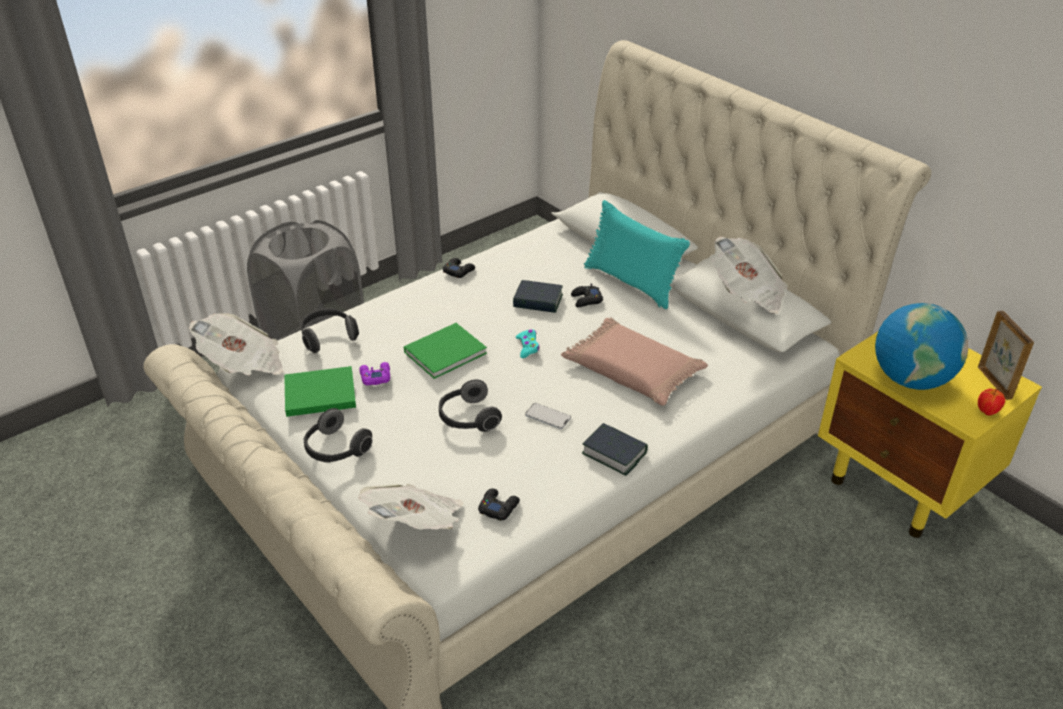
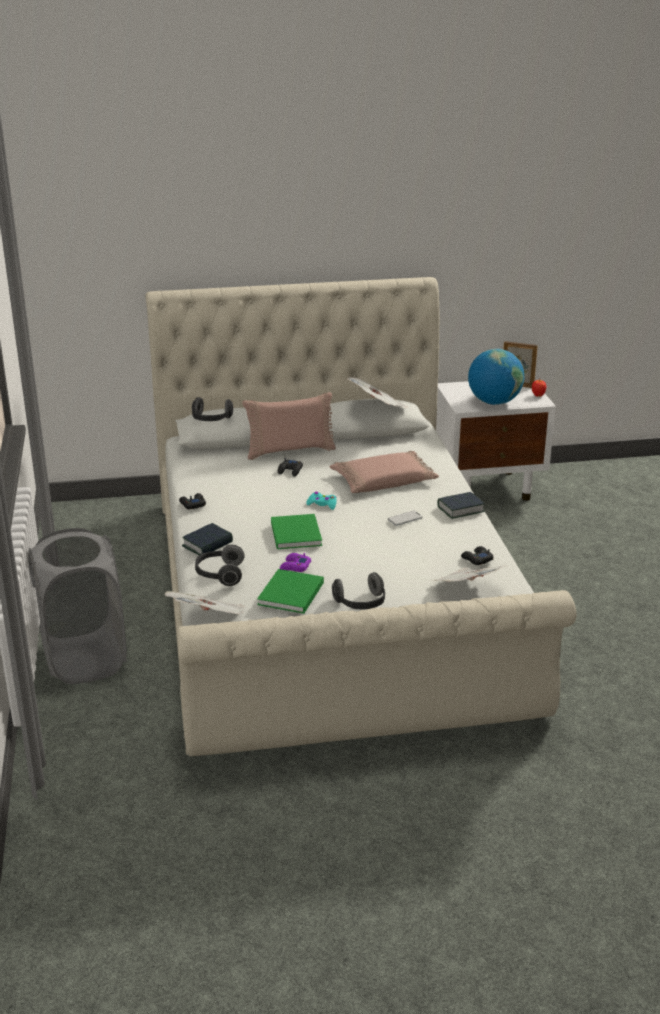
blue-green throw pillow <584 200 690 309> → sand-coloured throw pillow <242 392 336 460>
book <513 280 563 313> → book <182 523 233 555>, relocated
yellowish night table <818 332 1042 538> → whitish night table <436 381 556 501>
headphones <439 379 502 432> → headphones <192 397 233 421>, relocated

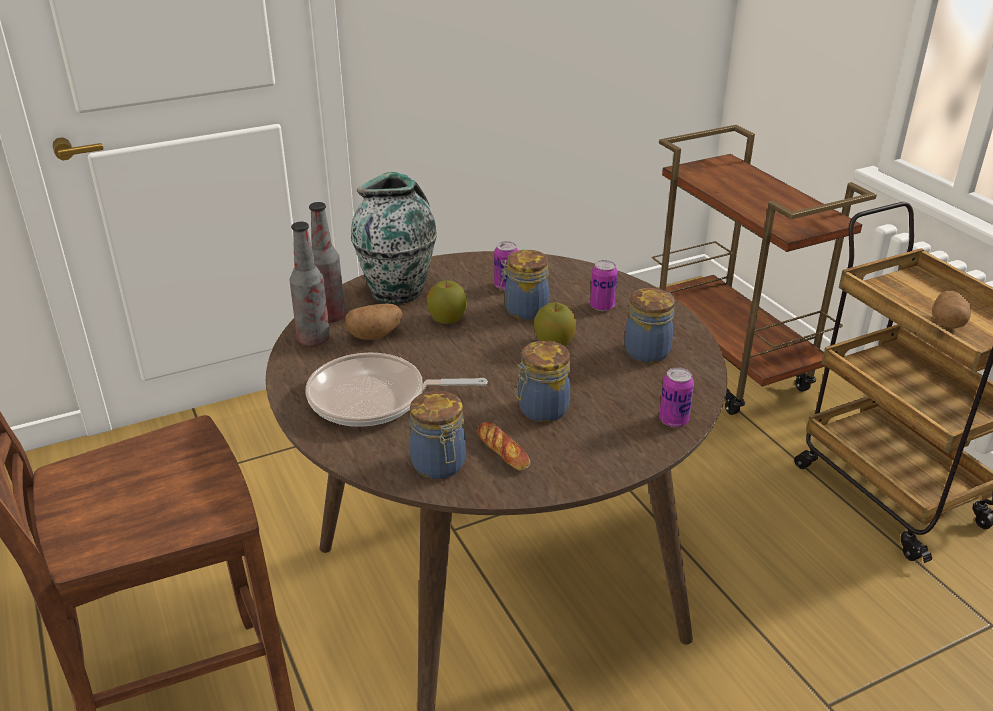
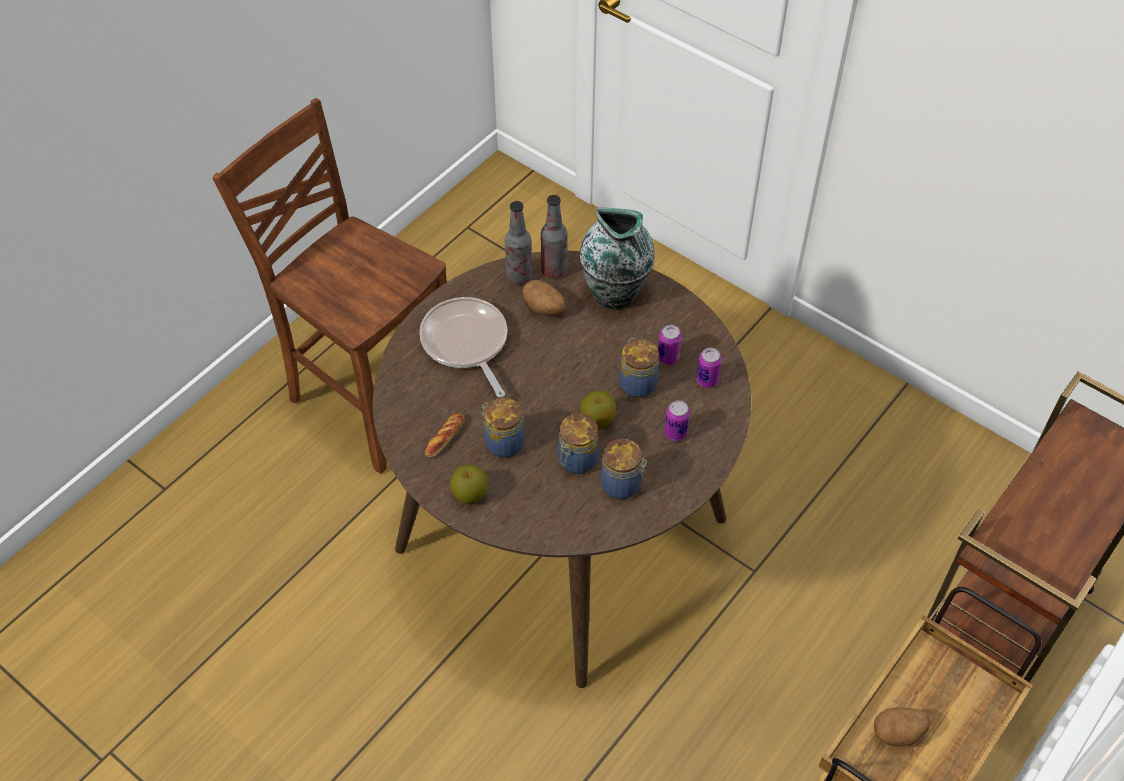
apple fruit <427 281 467 324> → apple fruit <450 464 488 504>, relocated
sealed can <659 367 694 427> → sealed can <696 348 722 388>, relocated
preserve jar <409 391 466 479> → preserve jar <558 414 599 474>, relocated

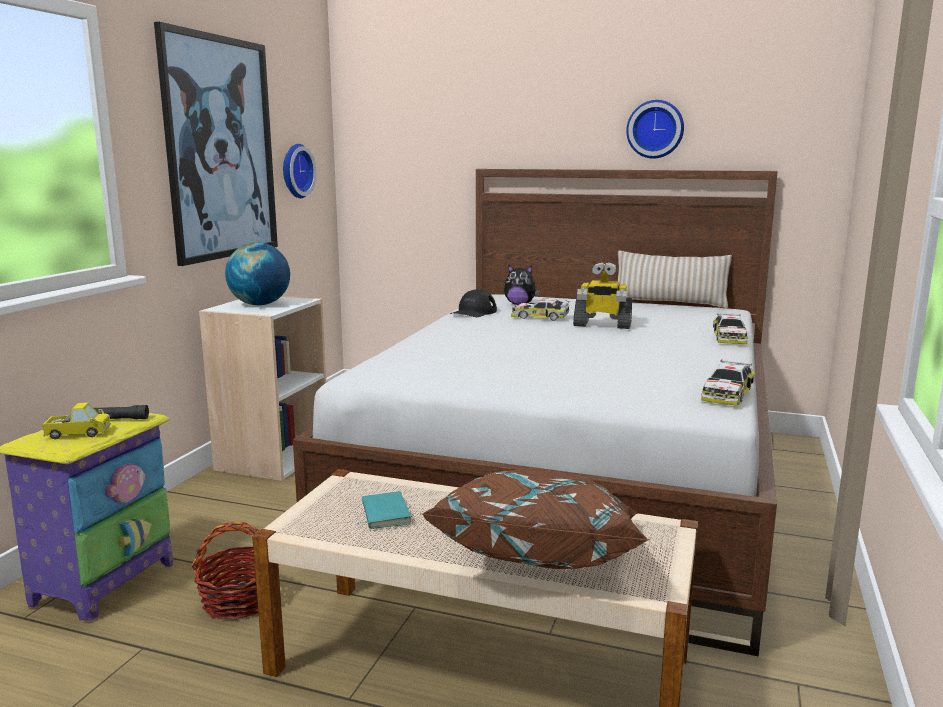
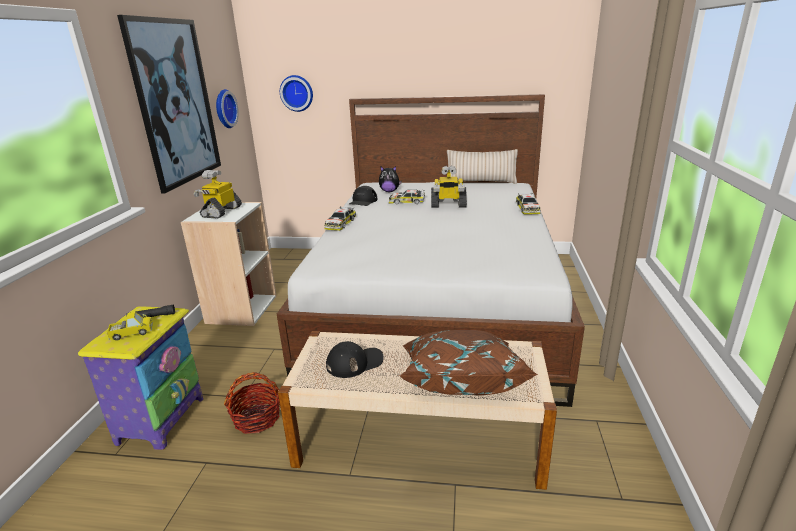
wall clock <626 100 684 159> → wall clock <280 75 313 112>, relocated
globe <225 242 290 305> → model robot <193 170 242 219>
model car <701 360 755 406> → model car <324 207 356 231>, relocated
blue-green book <355 491 411 529> → blackish cap <326 341 384 378>

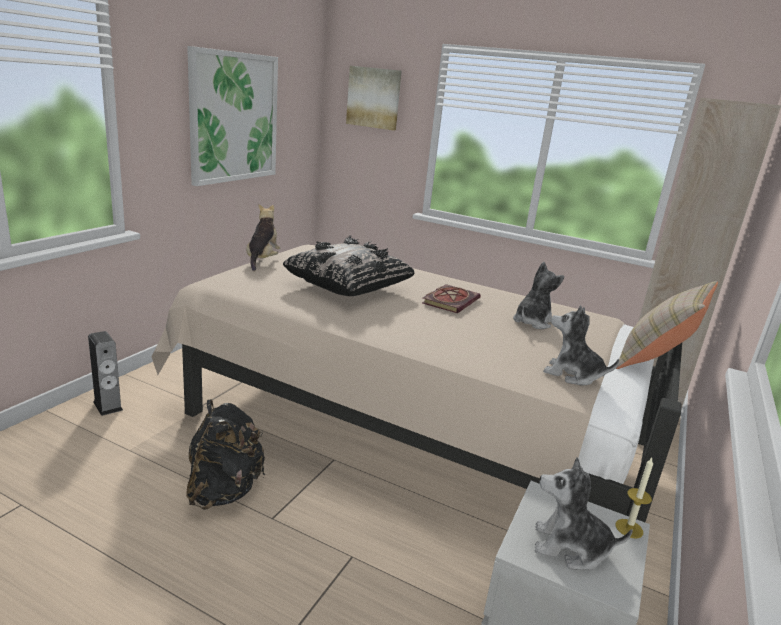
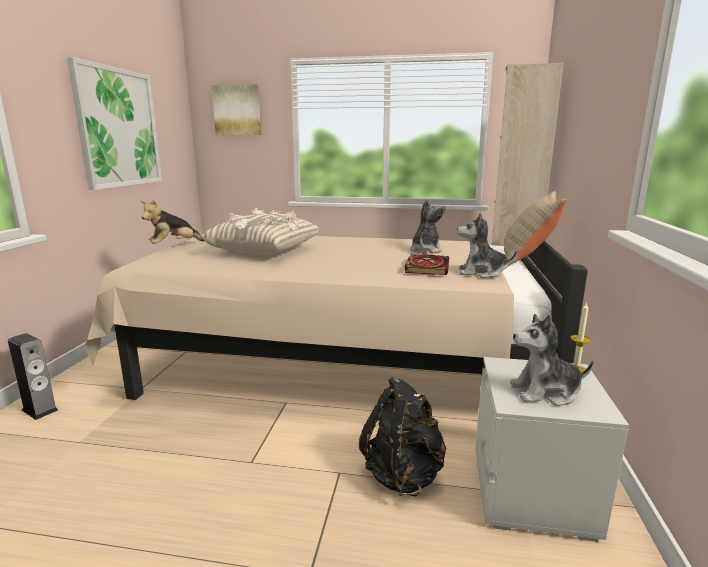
cuddly toy <246 204 281 271> → cuddly toy <141 199 204 244>, 120 degrees counterclockwise
blackish throw pillow <283 236 415 296> → sand-coloured throw pillow <202 209 319 255>
book <422 284 481 313> → book <405 254 449 275>, relocated
blackish backpack <186 399 265 510> → blackish backpack <359 377 446 496>, relocated

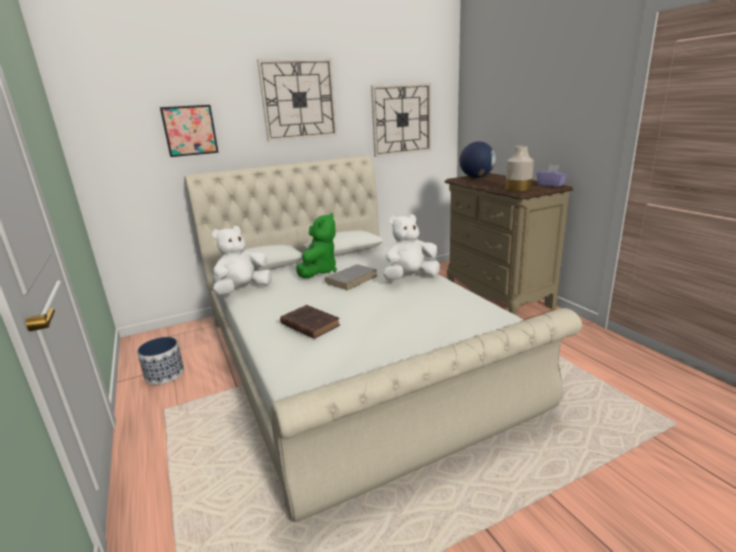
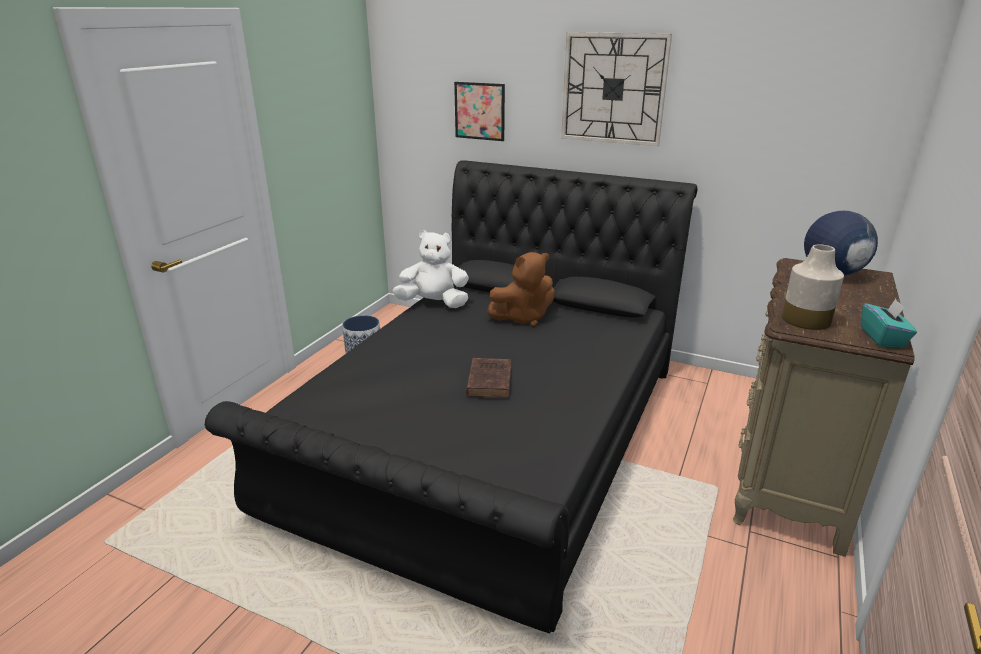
wall clock <371 83 431 157> → -
sand-coloured sleeping bed <184 155 582 523> → blackish sleeping bed <205 160 697 633>
purple box of tissues <537 165 568 187> → blue-green box of tissues <862 299 917 347>
green cuddly toy <296 213 337 278> → brown-coloured cuddly toy <487 252 555 327>
whitish cuddly toy <383 214 440 280> → -
gray book <324 264 377 290> → -
brown-coloured book <280 305 340 339> → brown-coloured book <466 358 511 398>, relocated

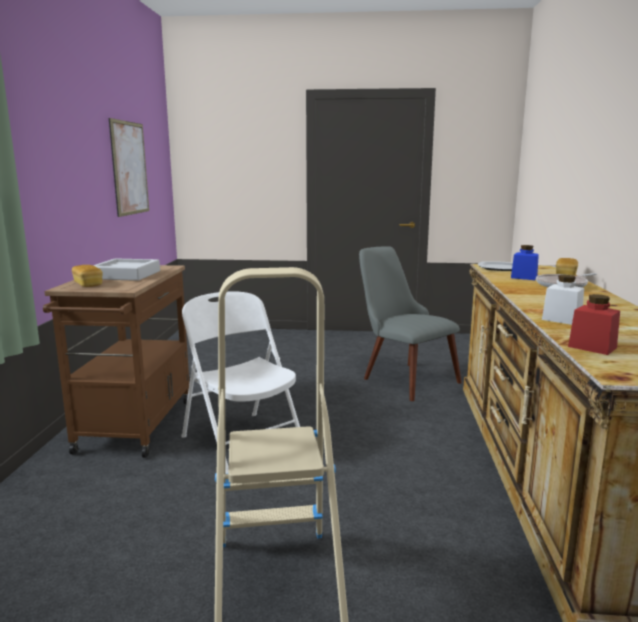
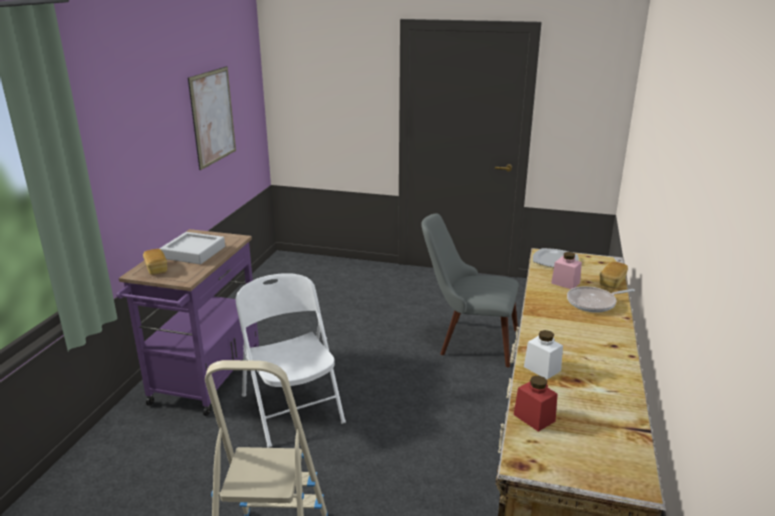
bluish preserve jar <511 245 539 280> → pink-coloured preserve jar <551 252 582 289>
gray upright chair <359 246 462 401> → gray upright chair <421 213 519 367>, 45 degrees counterclockwise
brown-coloured cart <43 265 189 458> → purple cart <117 229 259 416>

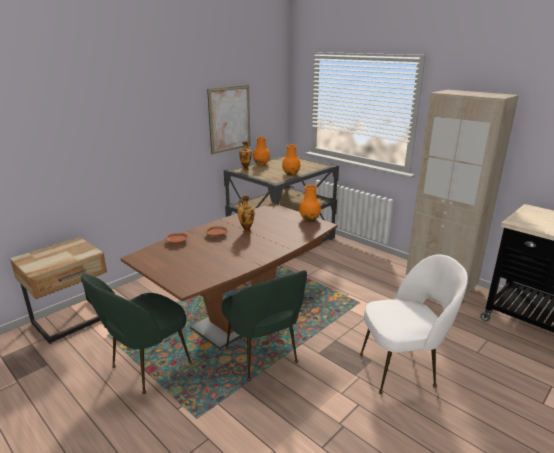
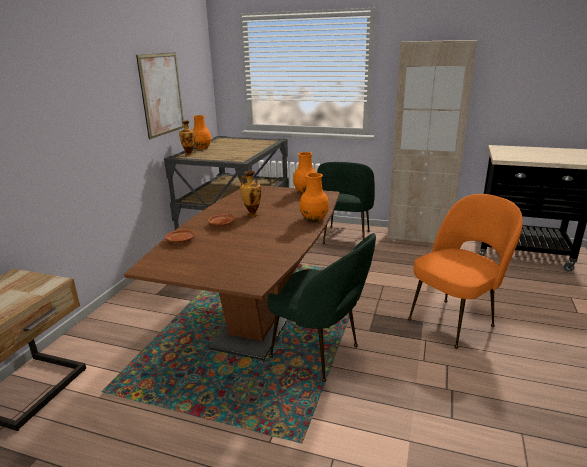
orange decorative vase <282 145 300 175> → orange decorative vase <300 173 329 222>, relocated
whitish upright chair <360 254 468 394> → orange upright chair <408 194 523 349>
green upright chair <81 274 192 394> → green upright chair <317 162 375 244>, relocated

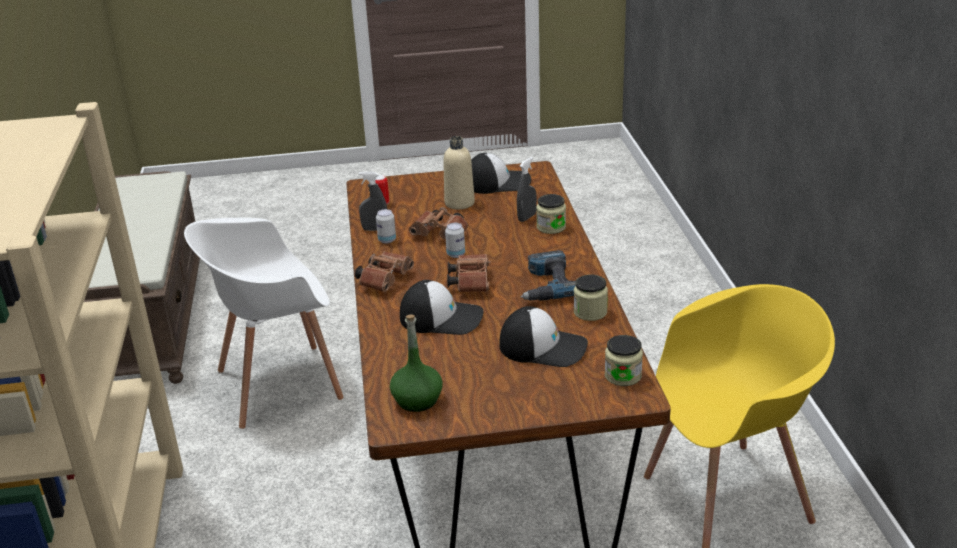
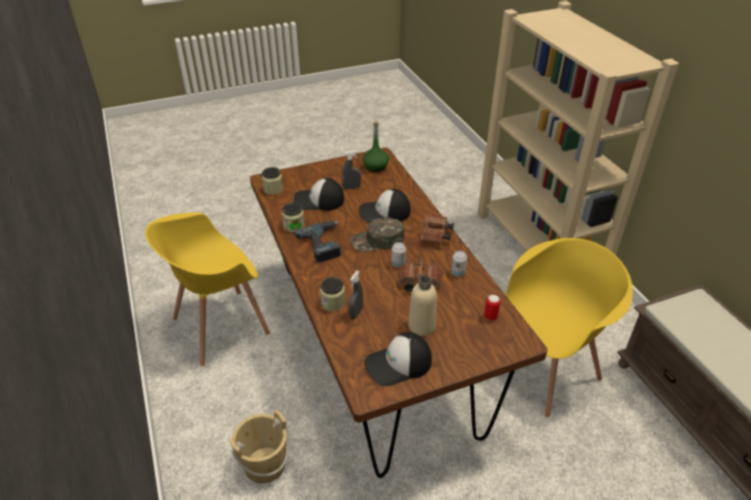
gray hand sprayer <359 172 387 231> → gray hand sprayer <342 150 361 190>, relocated
whitish upright chair <184 218 344 429> → yellowish upright chair <506 238 633 417>
brown-coloured pair of binoculars <447 254 490 292> → green cap <350 217 404 252>
- → sand-coloured pail <229 410 289 484>

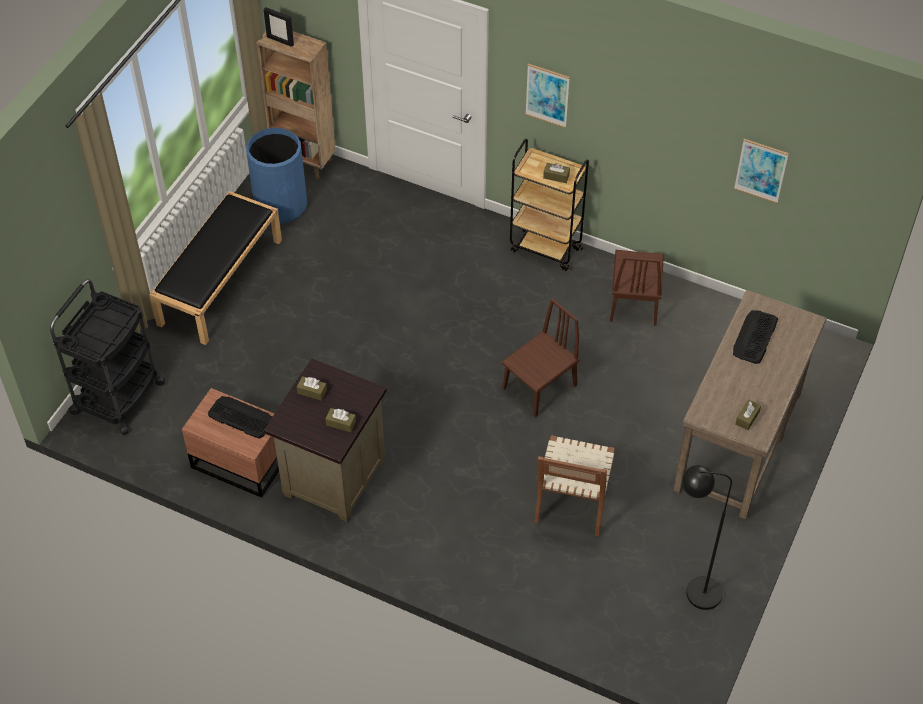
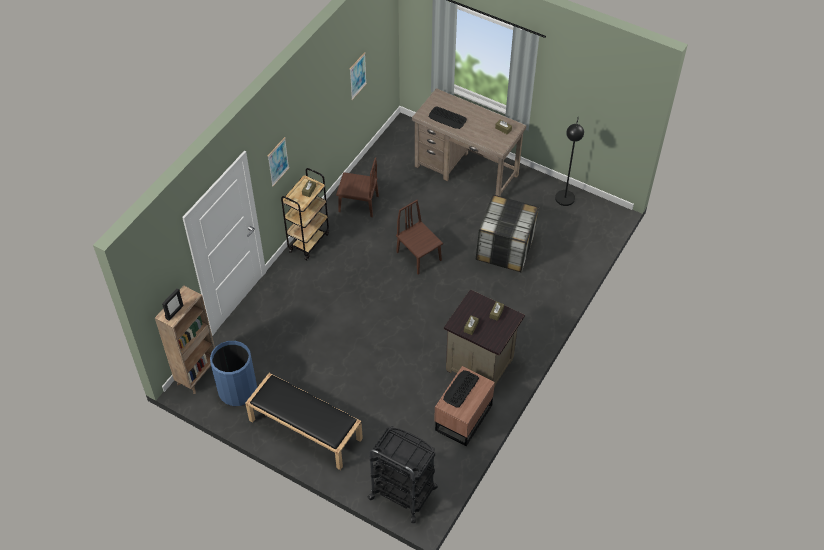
upright chair <534 435 615 536> → storage container <475 195 539 273>

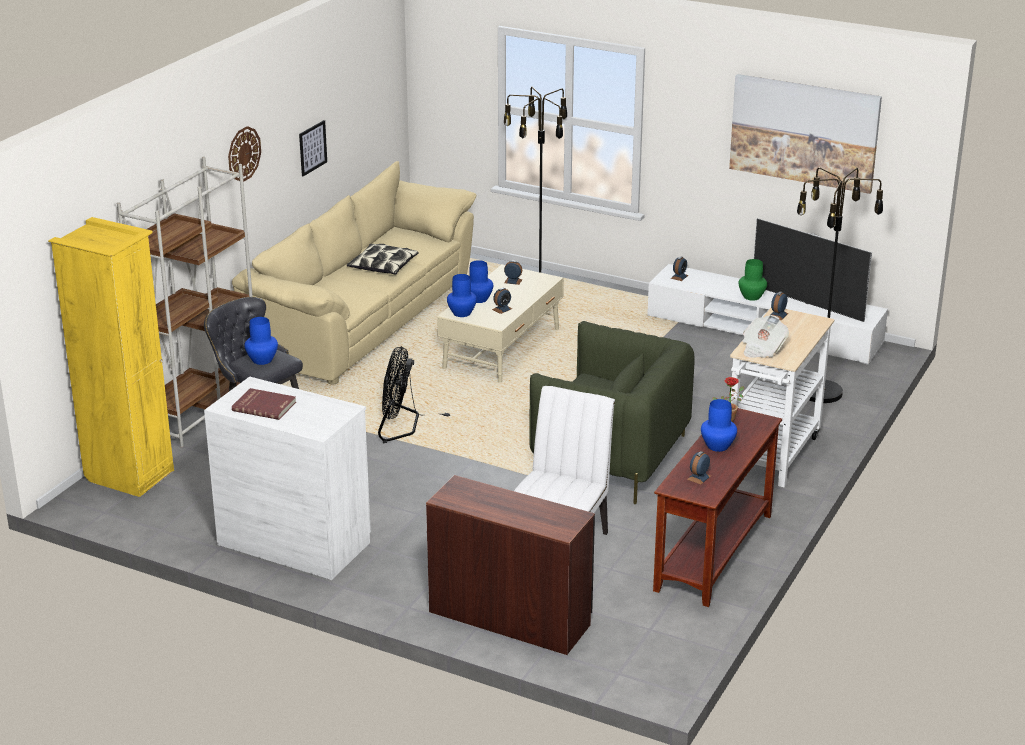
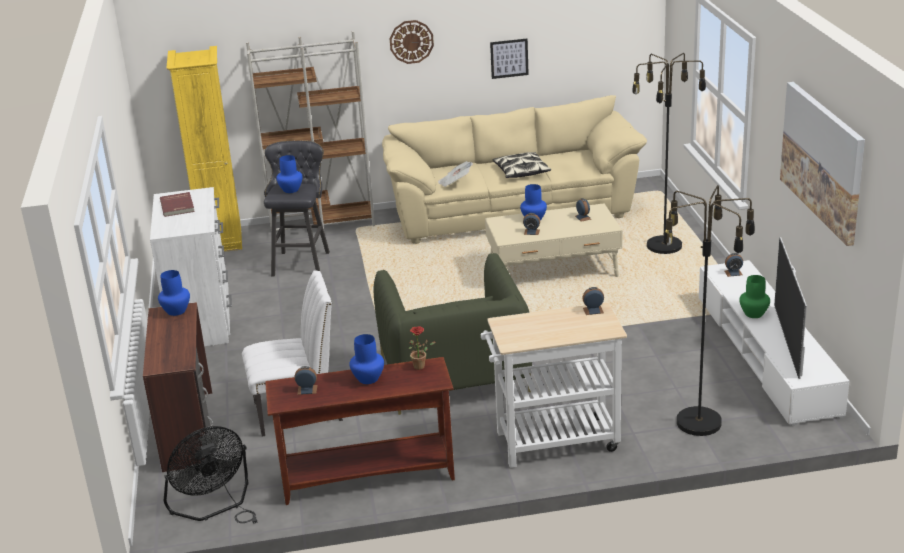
bluish decorative vase <447 274 477 317> → bluish decorative vase <158 270 190 316>, relocated
newspaper <742 315 789 358> → newspaper <438 161 473 187>, relocated
blackish fan <378 346 450 443> → blackish fan <164 426 257 524>, relocated

